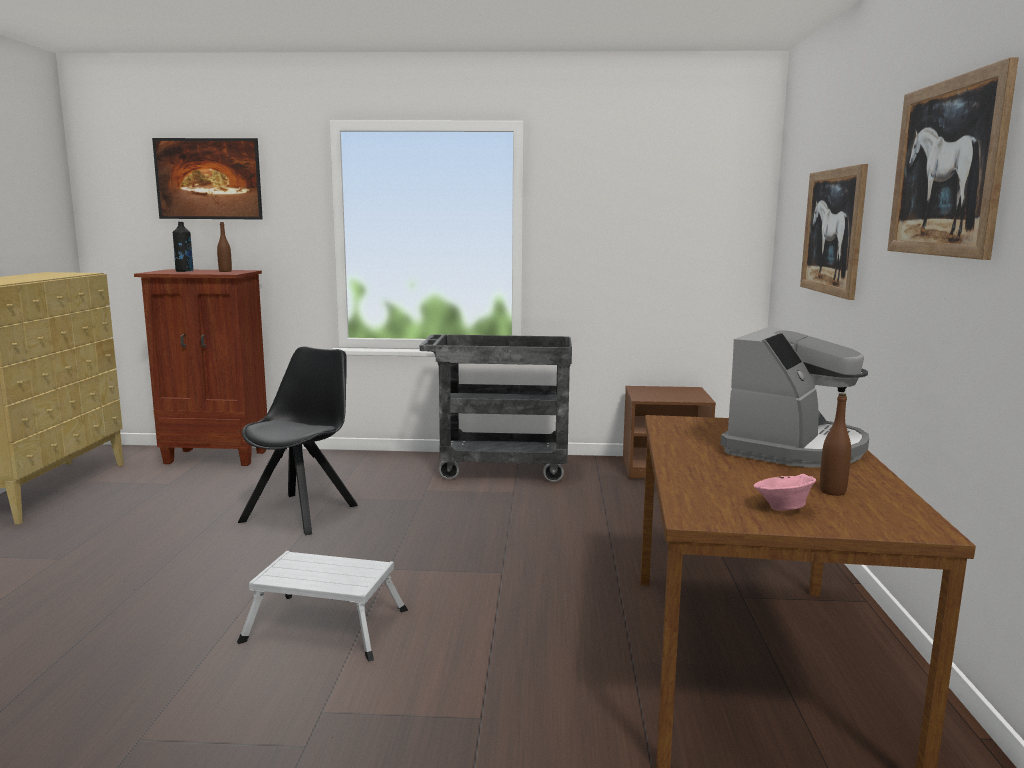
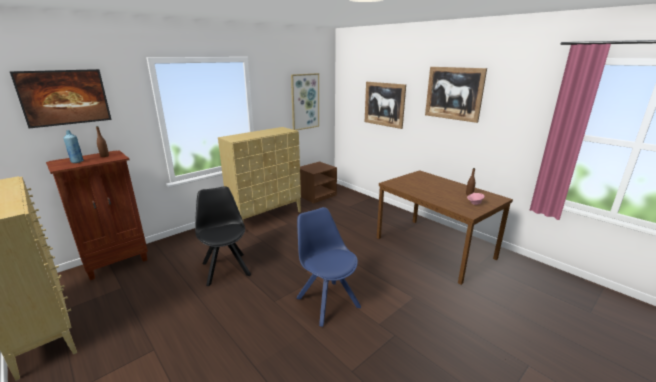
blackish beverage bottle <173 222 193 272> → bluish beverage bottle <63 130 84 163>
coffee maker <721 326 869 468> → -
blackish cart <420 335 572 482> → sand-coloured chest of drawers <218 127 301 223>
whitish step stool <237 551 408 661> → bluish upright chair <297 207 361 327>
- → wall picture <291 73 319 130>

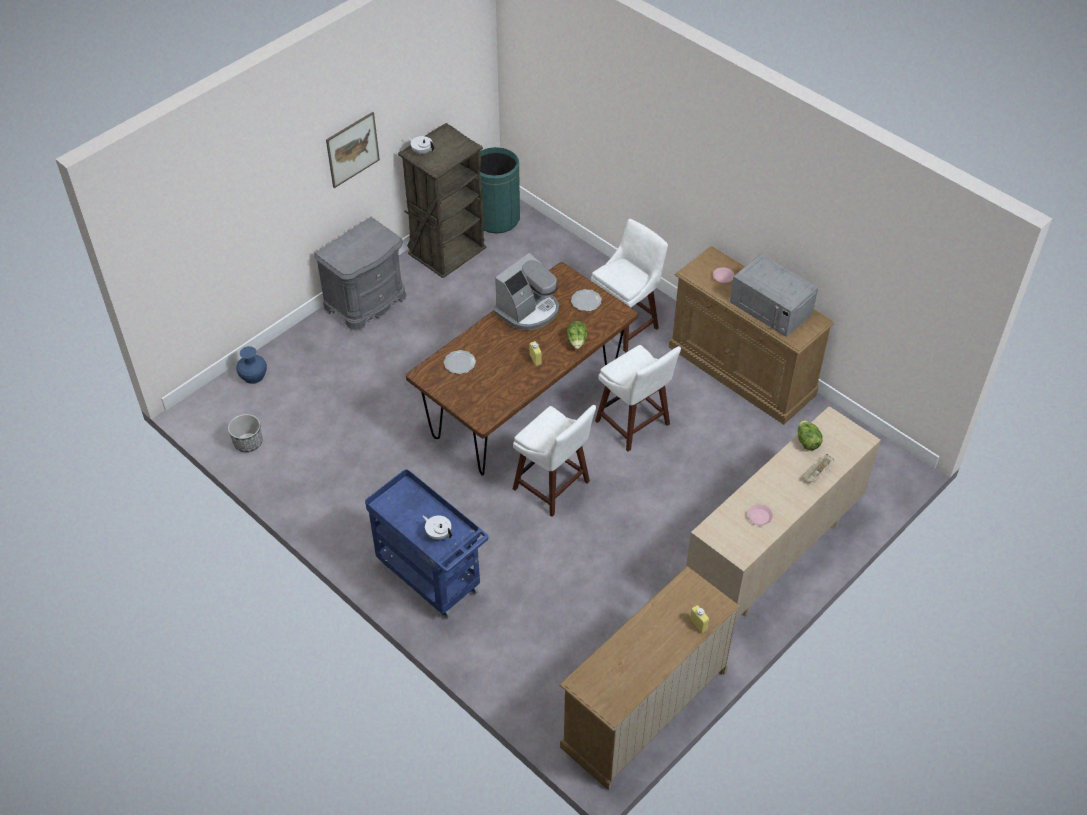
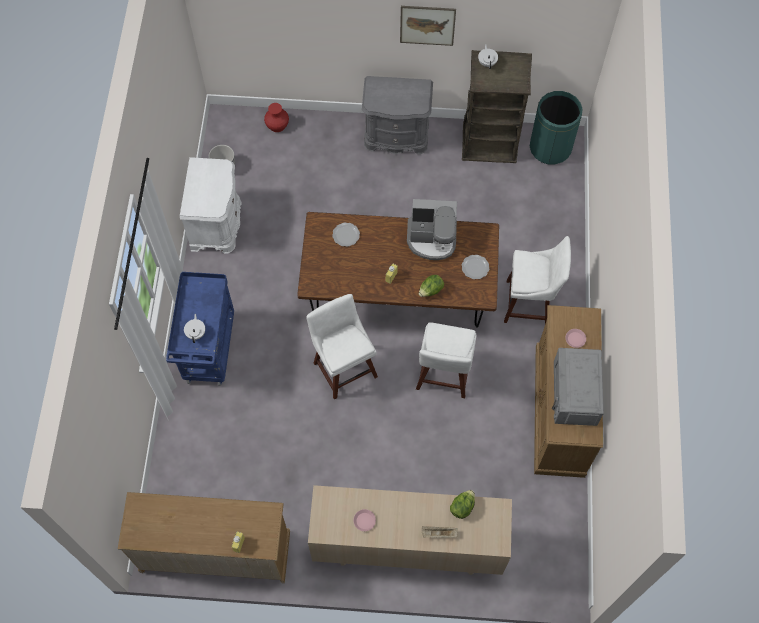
bluish decorative vase <236 346 267 384> → red decorative vase <264 103 289 132>
whitish upright chair <513 405 596 517> → whitish upright chair <306 294 378 400>, 150 degrees clockwise
- → whitish night table <180 157 242 253>

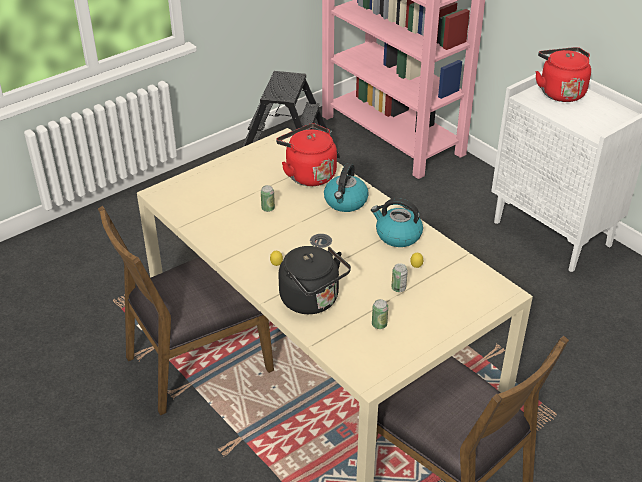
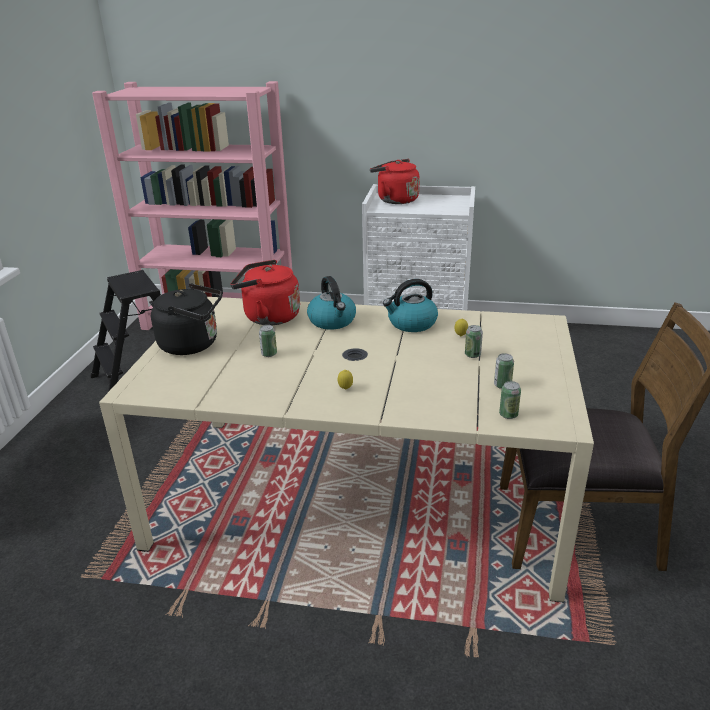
brown-coloured upright chair <98 206 274 416> → -
blackish tea kettle <278 246 351 314> → blackish tea kettle <151 283 223 355>, relocated
- → sealed can <499 381 521 419>

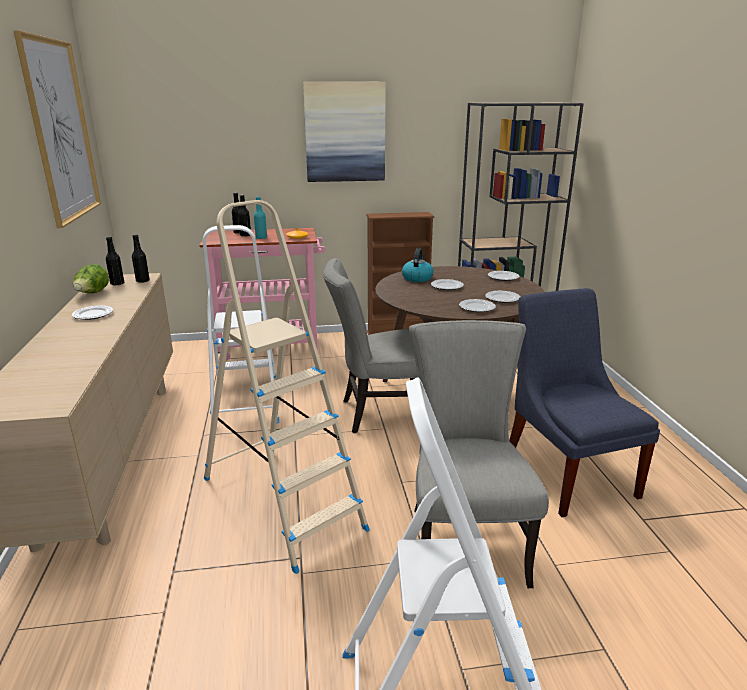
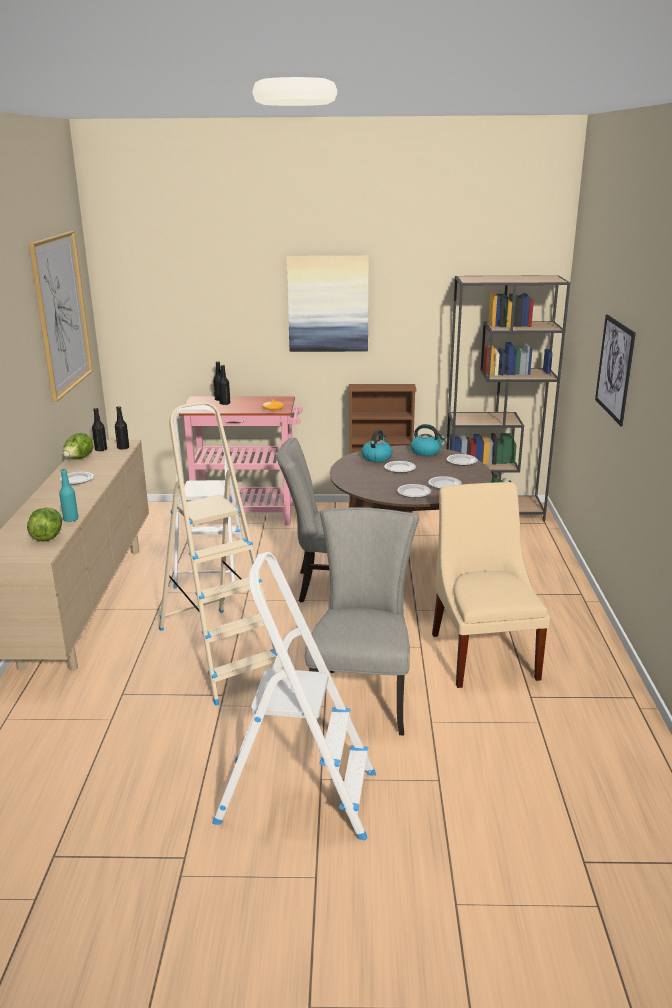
blue-green beverage bottle <254 196 267 239> → blue-green beverage bottle <59 469 79 522>, relocated
bluish upright chair <509 288 660 517> → sand-coloured upright chair <432 482 551 688>
- → wall picture <595 314 636 426>
- → tea kettle <411 424 445 456>
- → lettuce head <27 508 62 542>

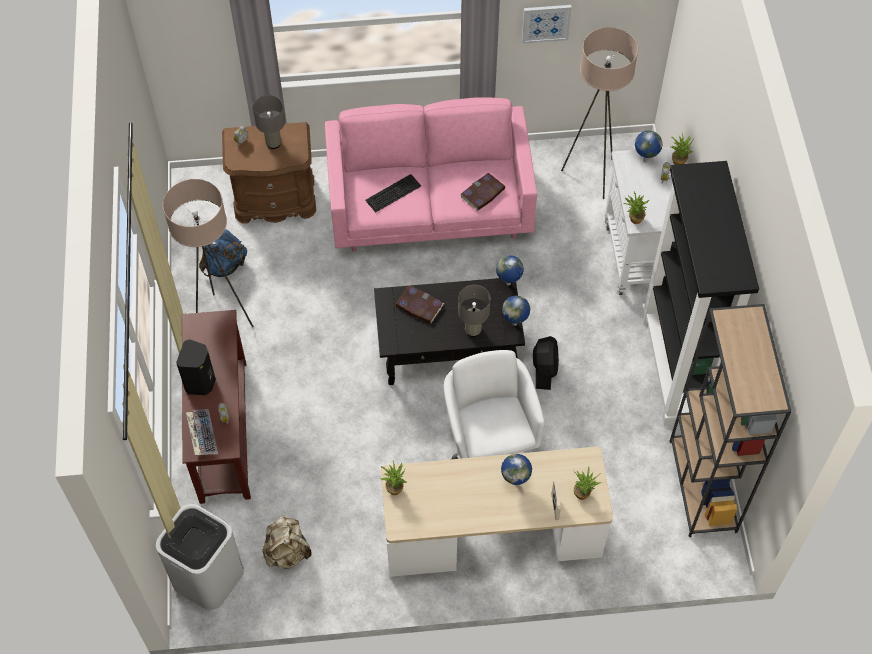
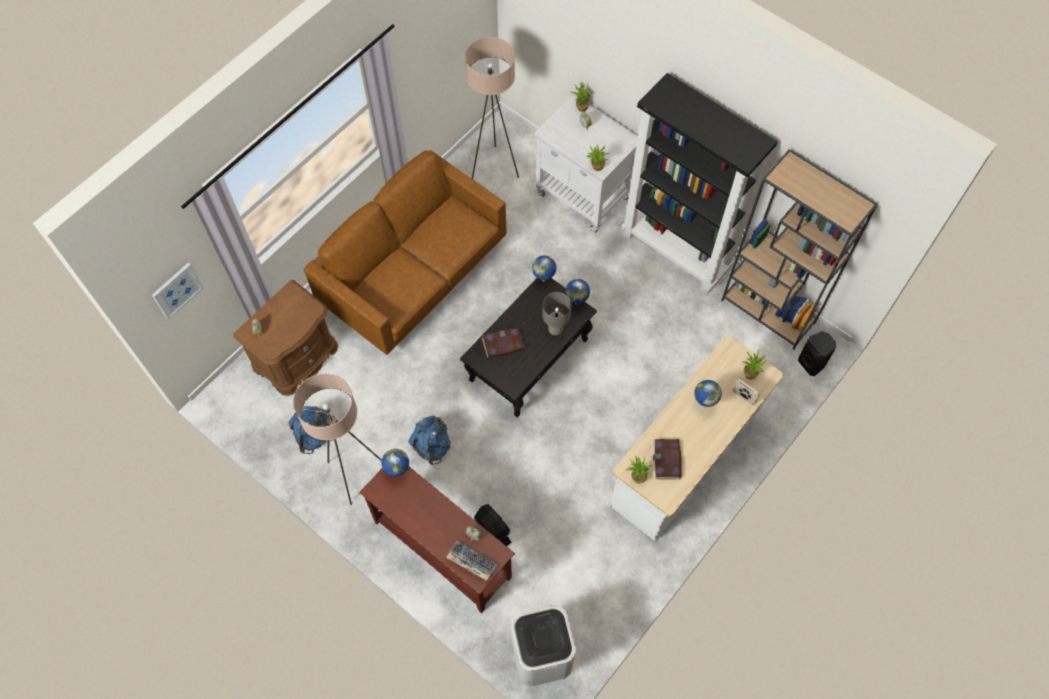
wall picture <522 5 572 44> → wall picture <152 263 203 320>, relocated
gray tabletop lamp <253 95 285 149> → -
pink-coloured sofa <325 97 537 252> → brown-coloured sofa <304 150 506 355>
globe <635 130 663 163> → globe <381 449 409 477>, relocated
book <460 173 505 211> → book <653 439 682 480>, relocated
computer keyboard <366 174 421 213> → -
blackish fan <533 336 559 390> → blackish fan <474 504 512 546>, relocated
blackish audio speaker <176 339 216 395> → blackish audio speaker <798 331 836 376>, relocated
whitish computer chair <444 350 545 459> → -
sand-coloured backpack <262 516 312 569> → -
- → bluish backpack <408 415 451 465>

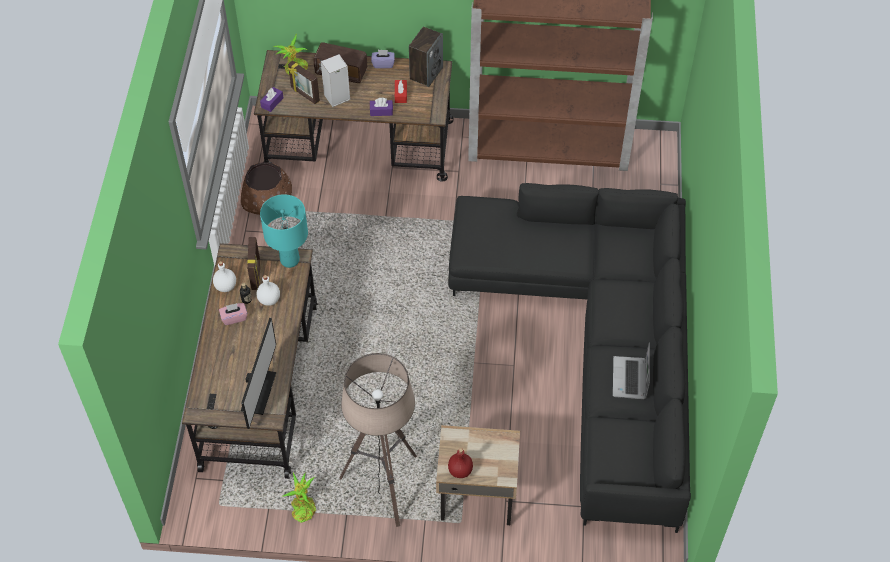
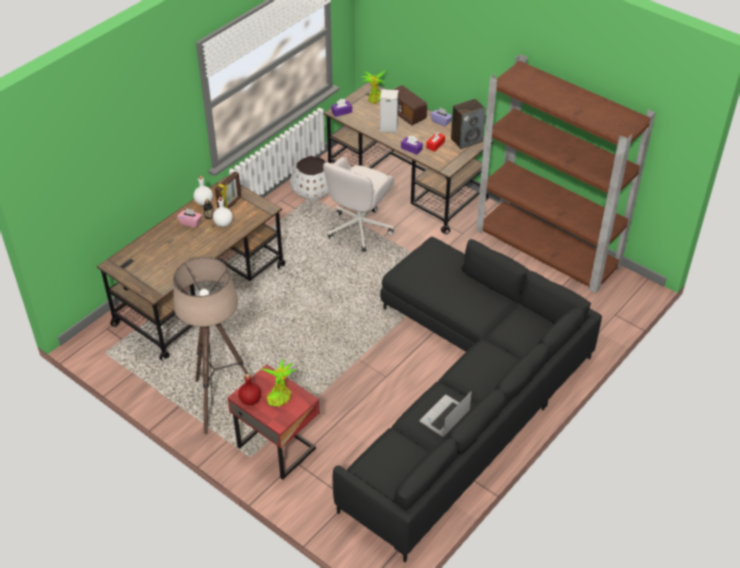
picture frame <288 60 320 104> → -
brown-coloured planter <241 162 292 215> → whitish planter <290 156 329 200>
blue-green tabletop lamp <260 194 308 268> → -
computer screen <241 317 276 429> → -
sand-coloured night table <436 425 520 525> → red night table <228 364 320 480>
plant in a pot <281 472 316 523> → plant in a pot <262 358 298 407>, relocated
- → whitish computer chair <323 157 394 252>

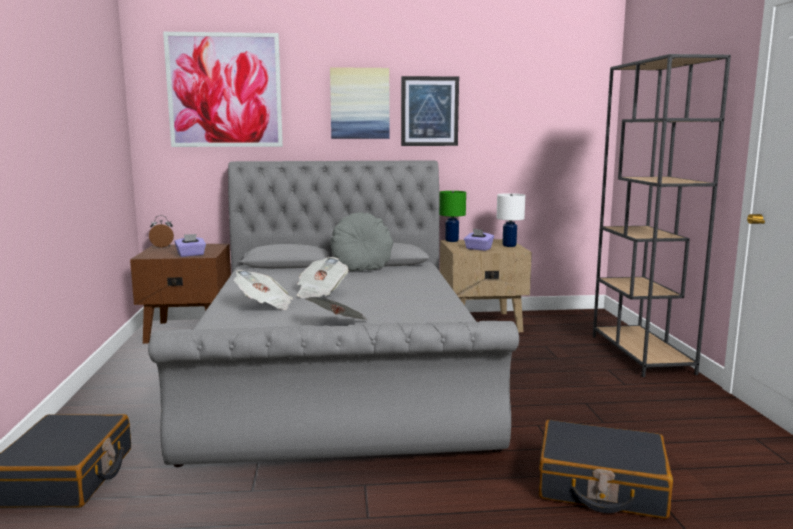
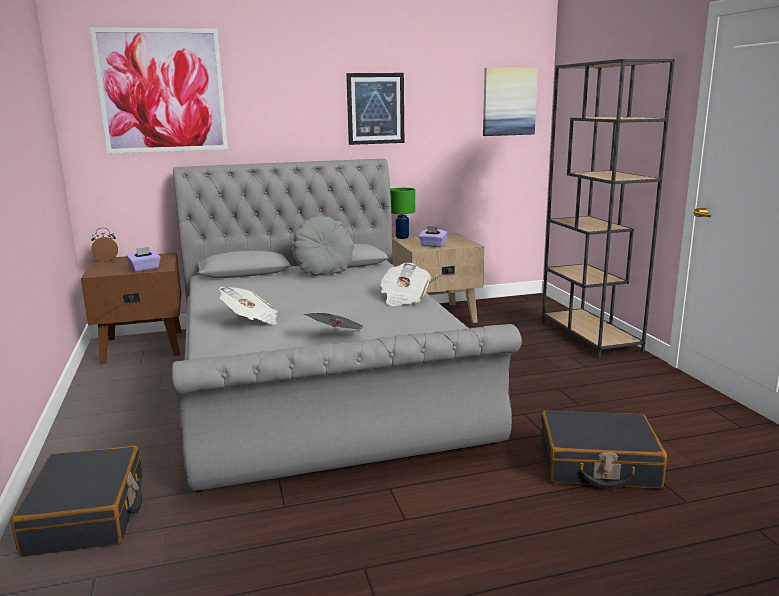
wall picture <330 67 389 139> → wall picture <483 67 538 136>, relocated
whitish tabletop lamp <497 193 525 247> → -
newspaper <297 257 348 298> → newspaper <380 263 431 306>, relocated

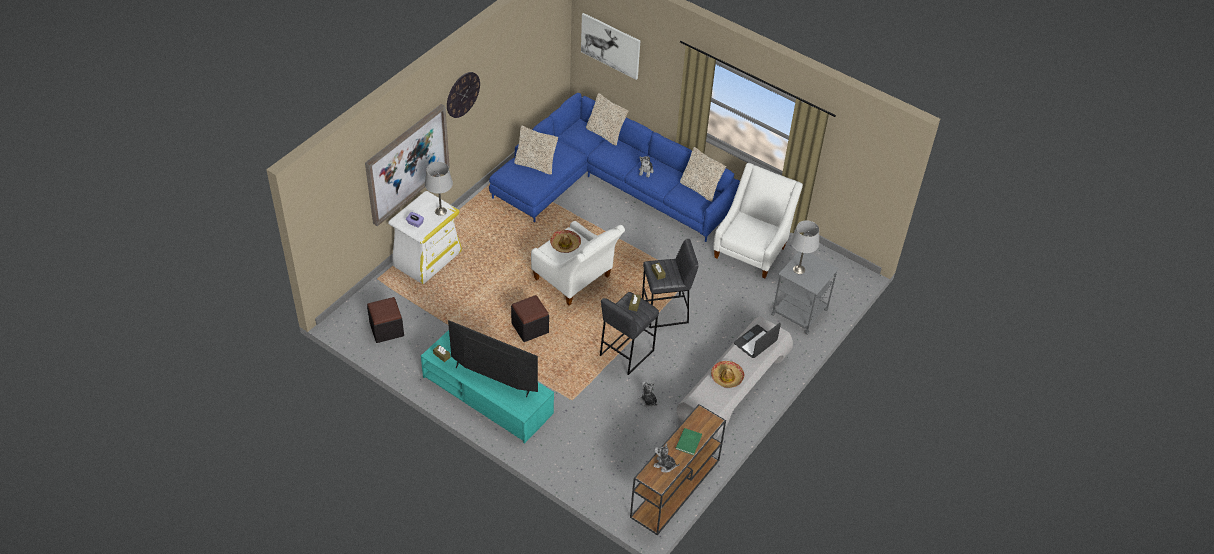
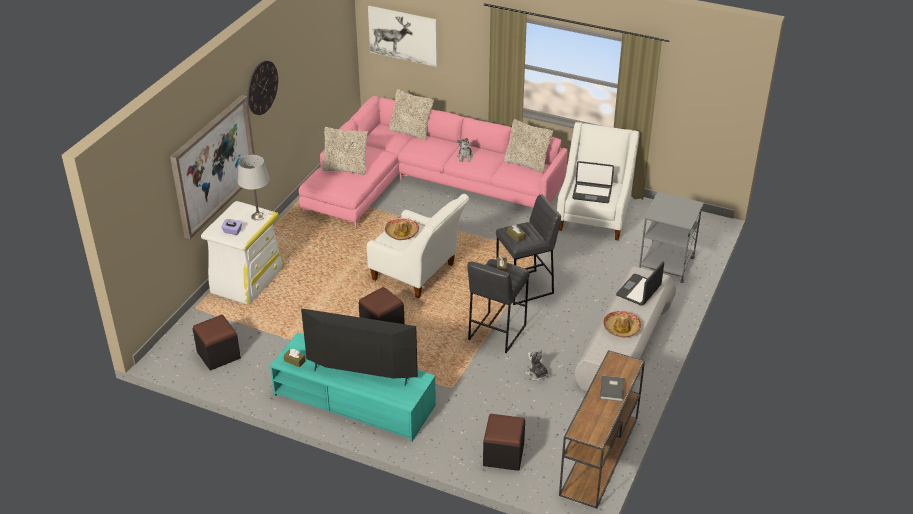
bluish sofa <489 93 740 242> → pink-coloured sofa <299 96 567 228>
gray tabletop lamp <791 220 819 274> → -
green book <676 428 702 455> → gray book <600 375 625 401>
cuddly toy <653 443 680 472> → -
- → laptop <572 161 614 203>
- → blackish pouffe <483 414 525 471>

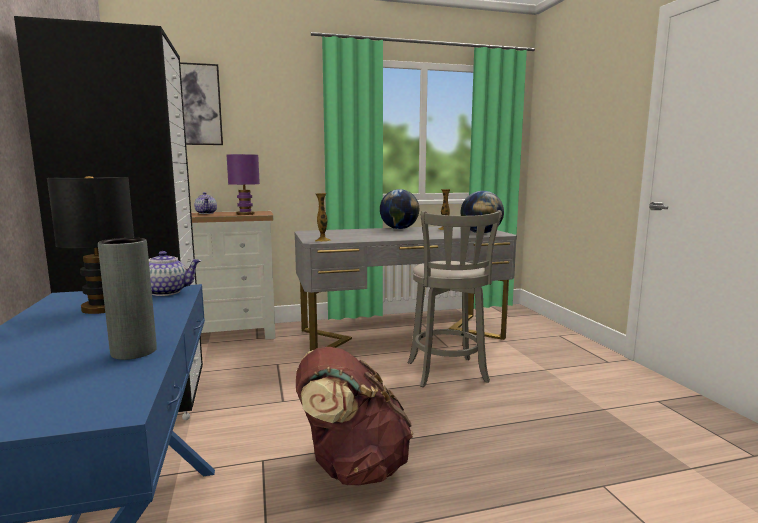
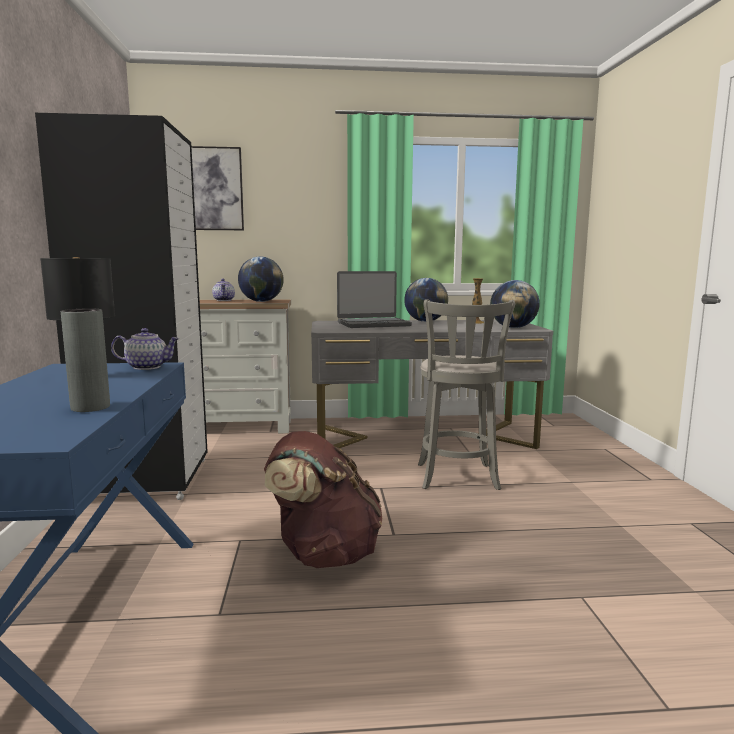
purple tabletop lamp <227 154 260 215> → globe <238 256 284 302>
decorative vase <315 193 331 242> → -
- → laptop <337 271 412 328>

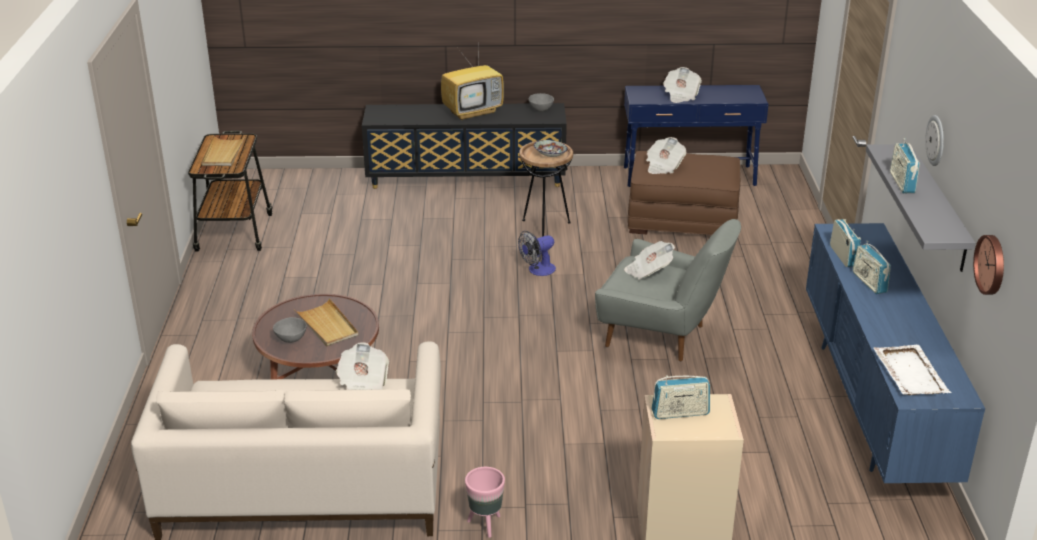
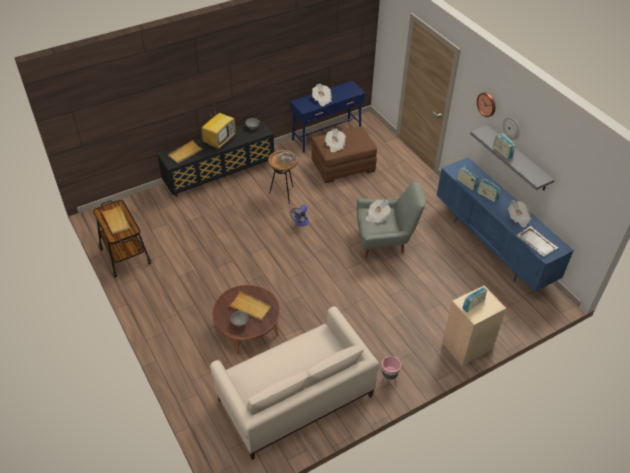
wall clock <973 235 1004 295> → wall clock <477 93 496 117>, relocated
newspaper <336 342 389 390> → newspaper <508 200 531 228>, relocated
- → sand-coloured serving tray <168 140 204 163>

